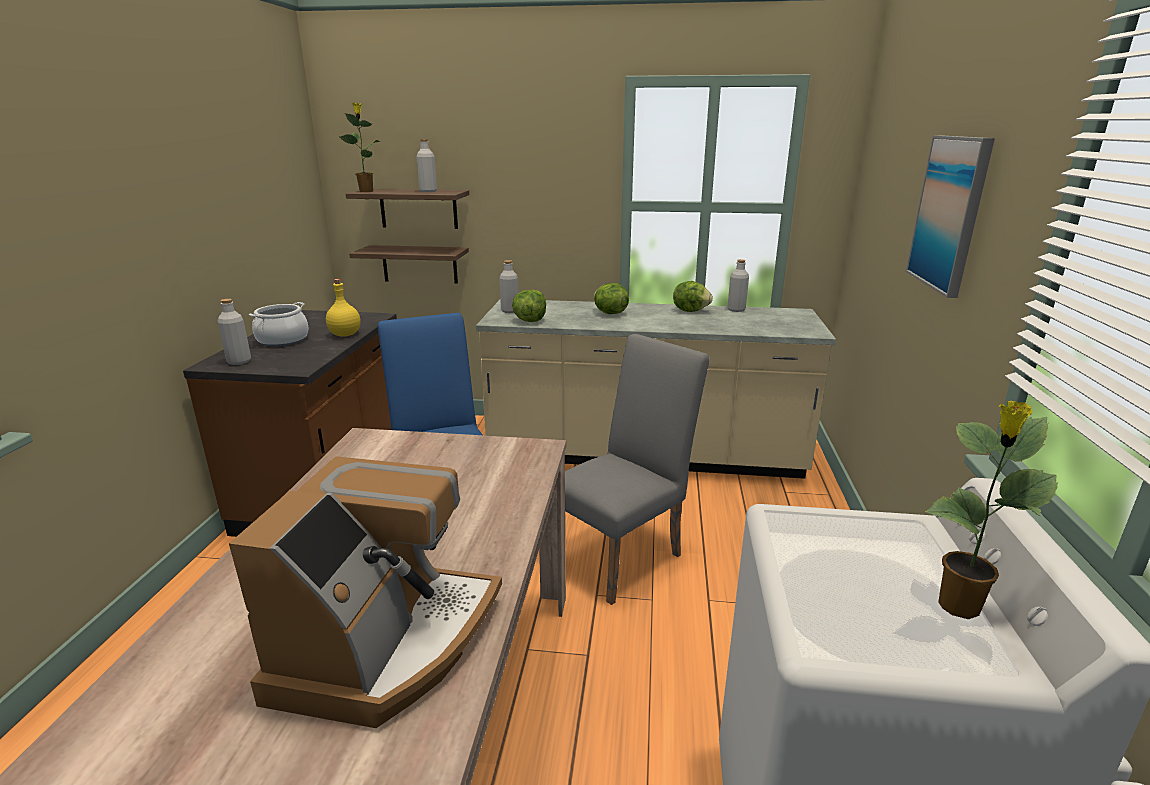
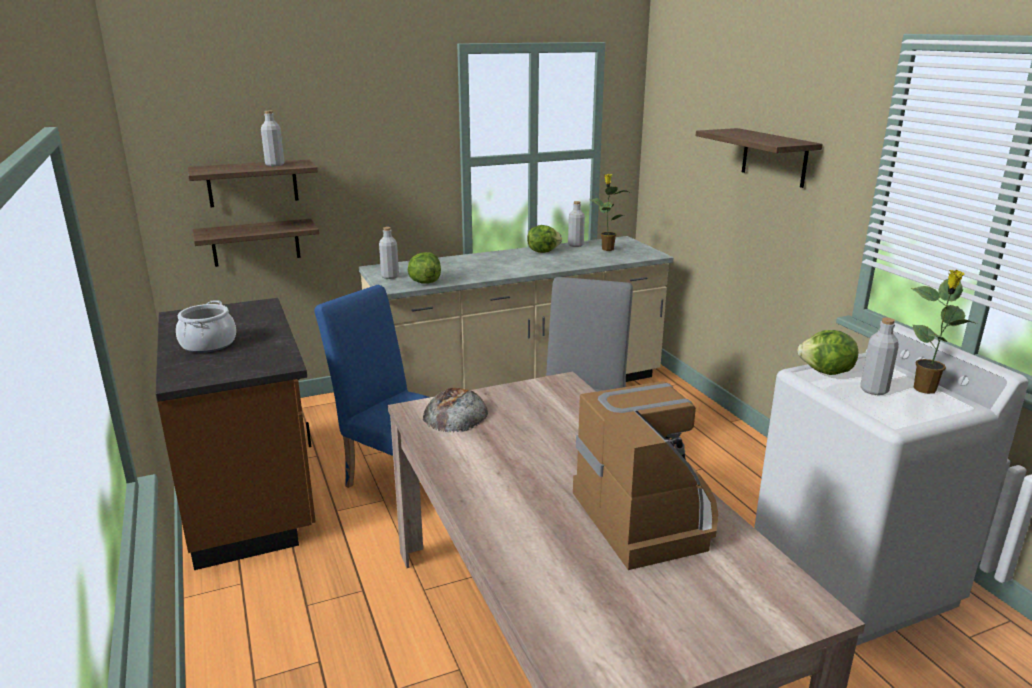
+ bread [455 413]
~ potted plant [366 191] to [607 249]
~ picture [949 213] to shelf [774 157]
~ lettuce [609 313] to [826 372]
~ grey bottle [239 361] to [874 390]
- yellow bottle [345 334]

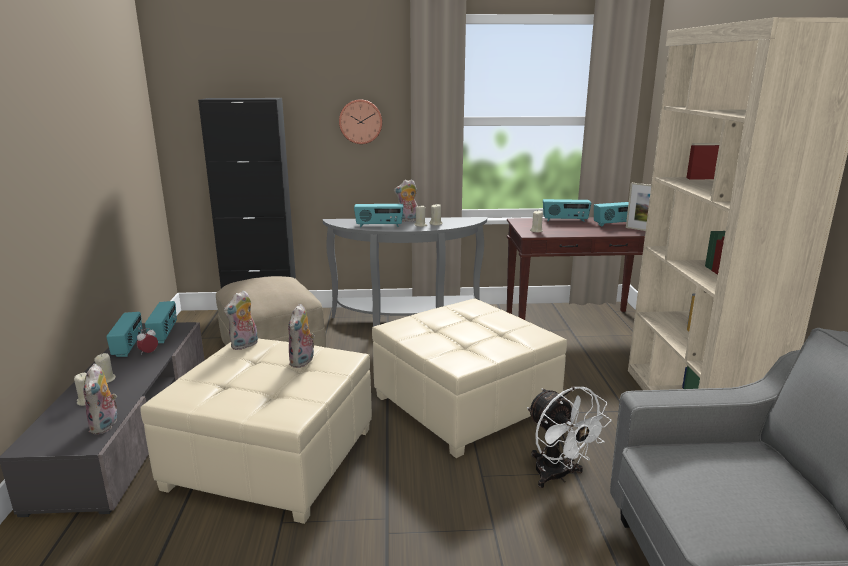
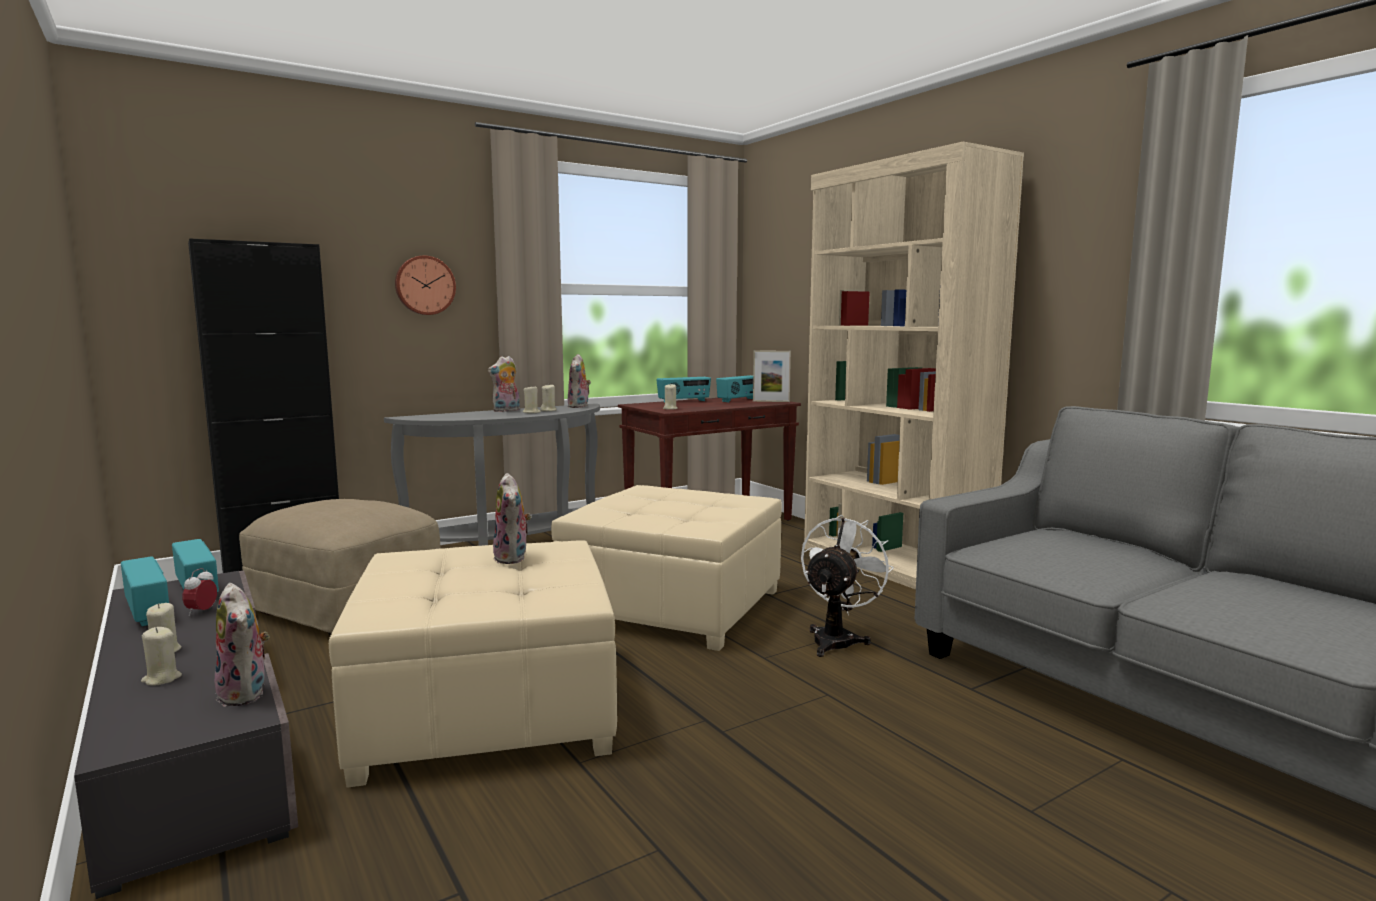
~ plush toy [245 345] to [579 406]
~ white fan [558 476] = [837 639] 90 degrees counterclockwise
- radio [379 226]

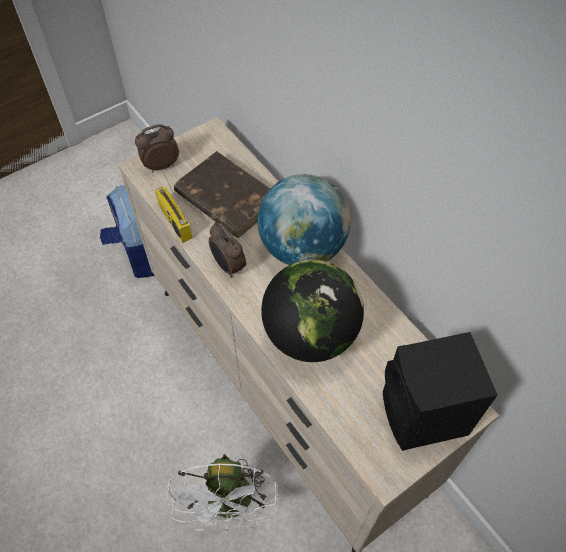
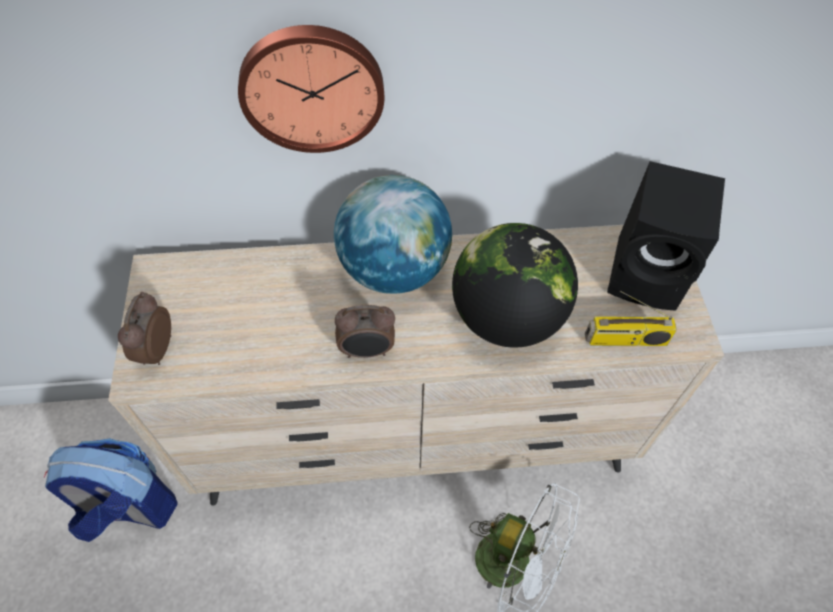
+ wall clock [312 87]
~ radio [173 220] to [625 340]
- brown book [225 198]

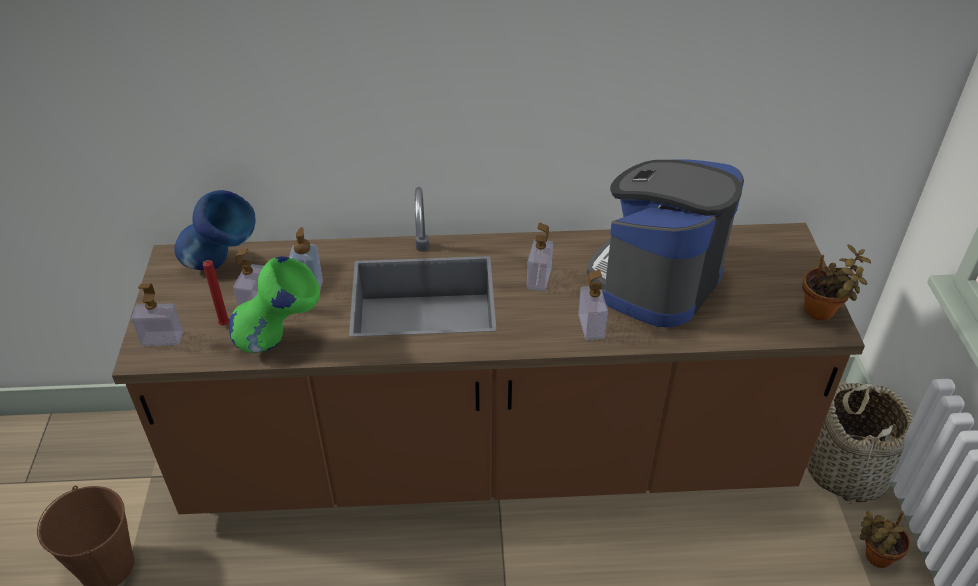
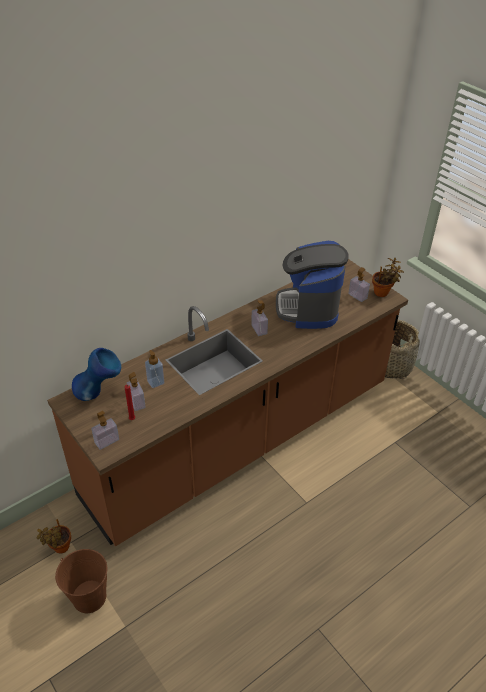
~ potted plant [875 557] to [60 548]
~ soap dispenser [591 326] to [357 296]
- green vase [282 340]

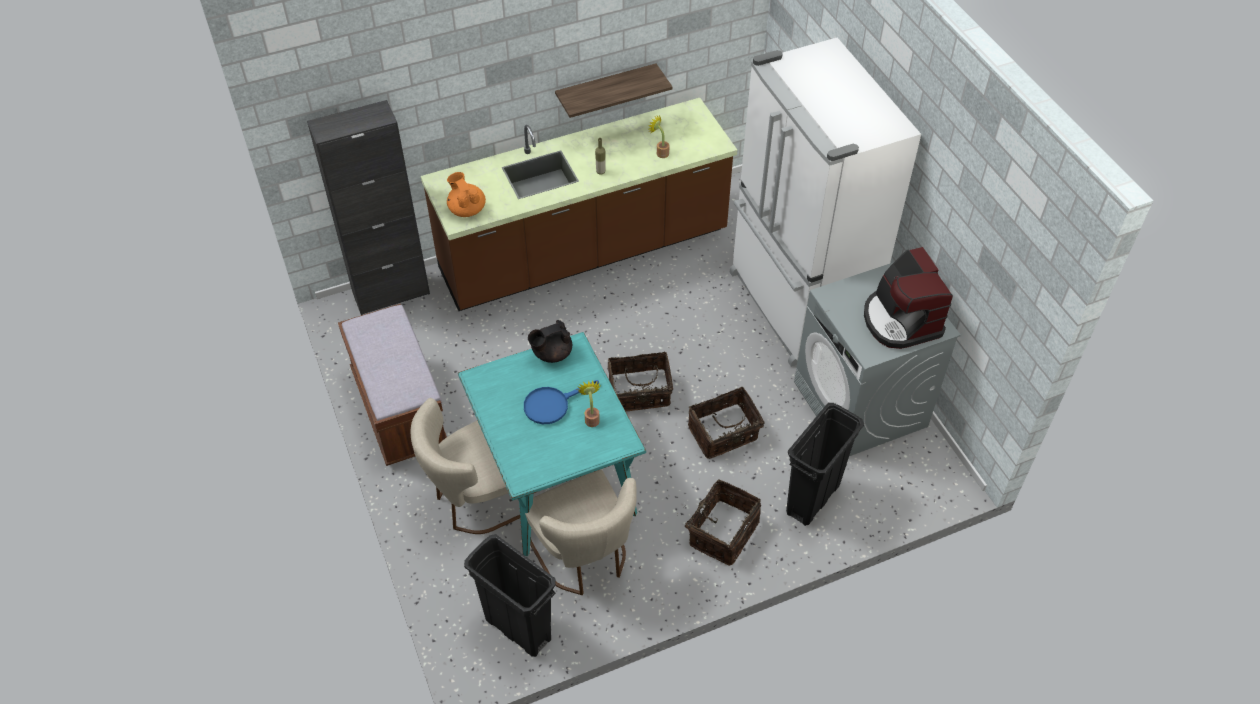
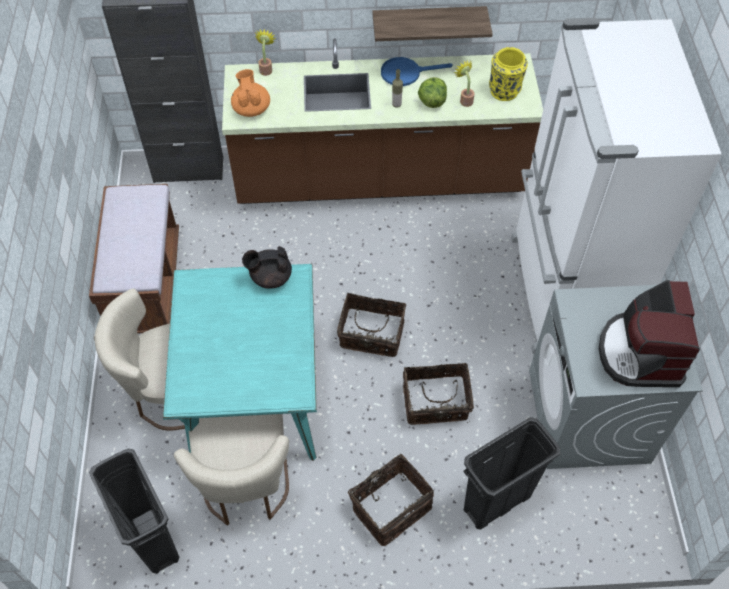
~ potted plant [591 418] to [266 69]
~ blue frying pan [552 404] to [406 73]
+ lettuce [432 101]
+ yellow vase [504 91]

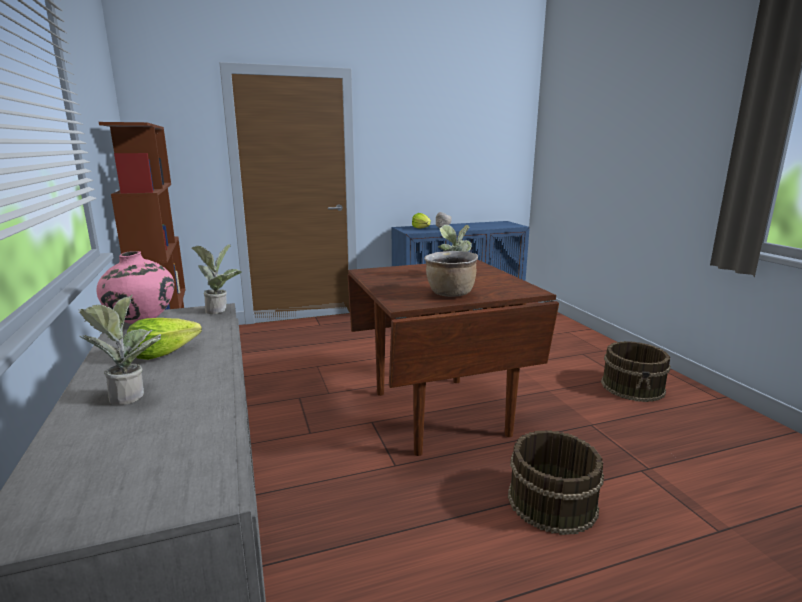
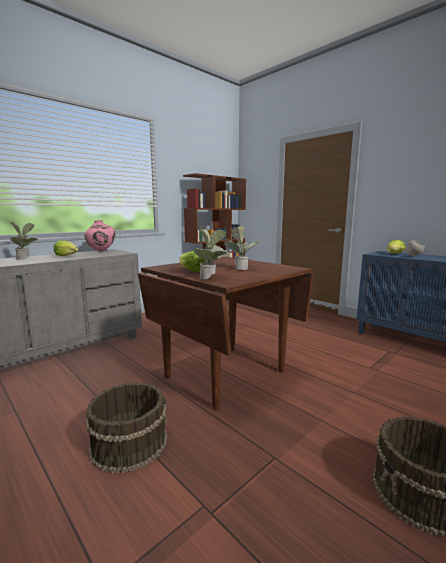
~ brown cooking pot [450 294] to lettuce [191 271]
~ potted plant [221 309] to [211 278]

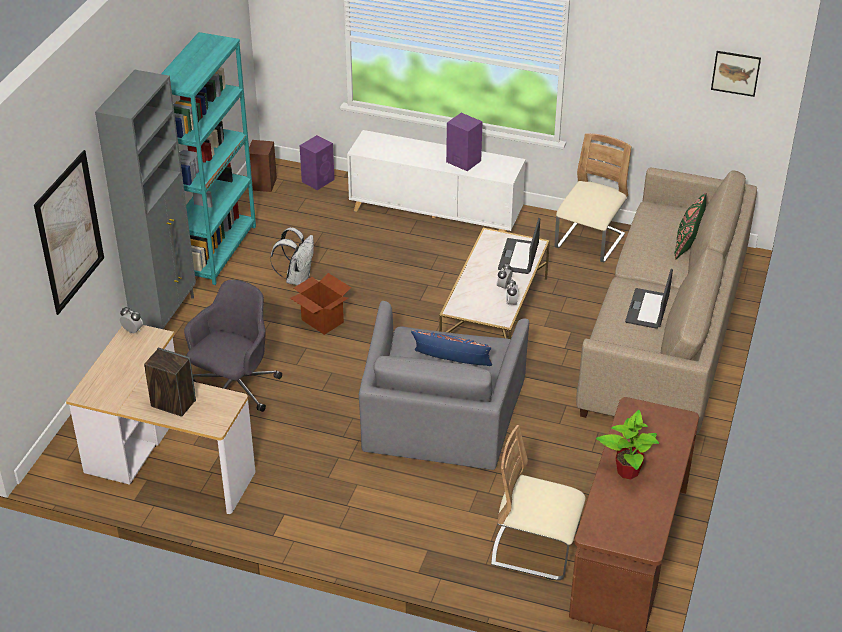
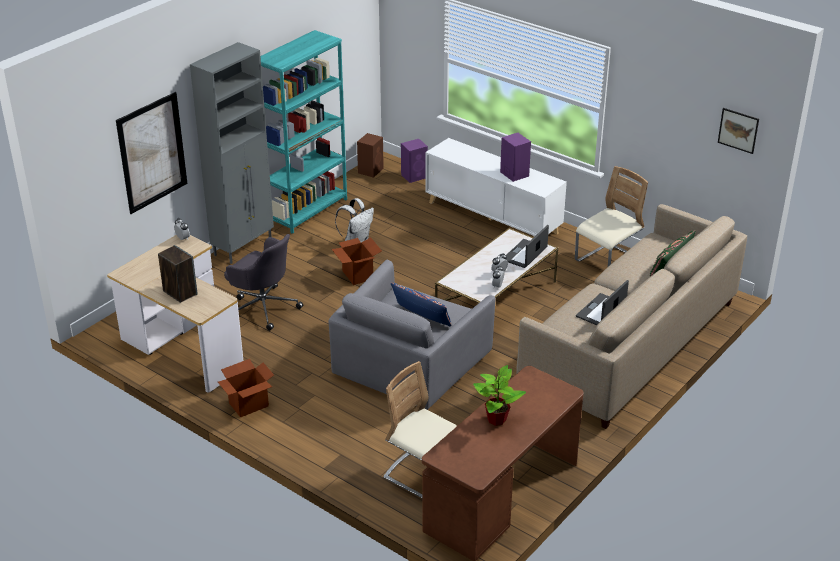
+ cardboard box [248 405]
~ grey office chair [234 388] = [263 307] 75 degrees clockwise

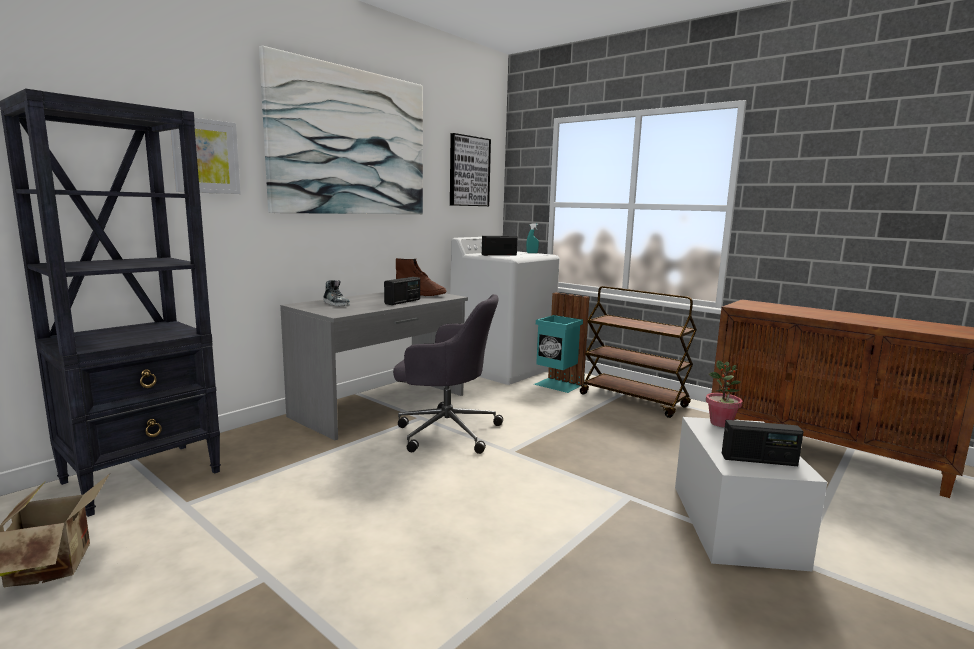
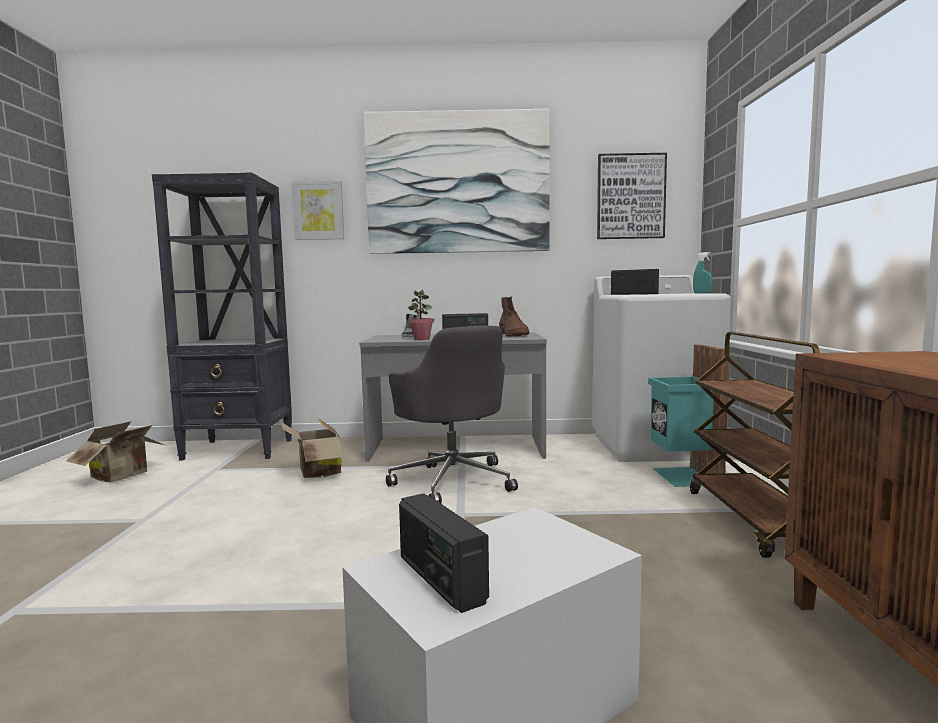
+ cardboard box [316 473]
~ potted plant [721 423] to [421 339]

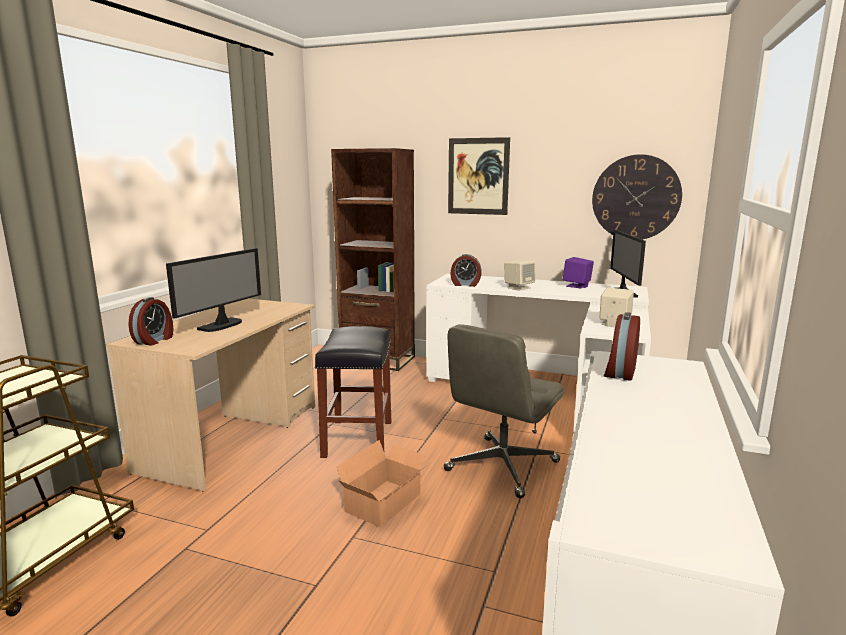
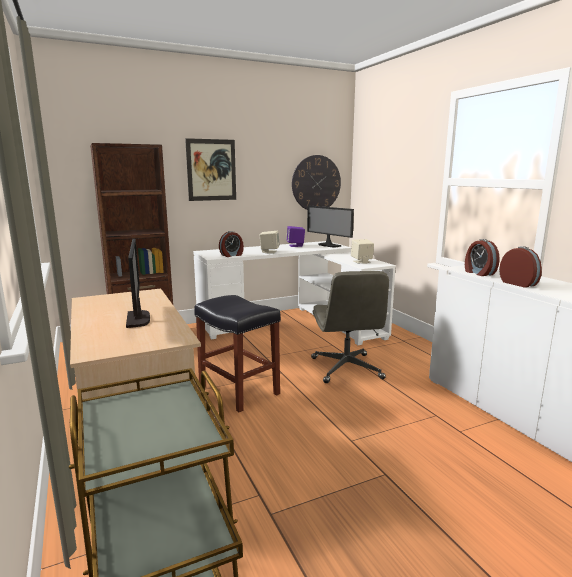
~ alarm clock [155 340] to [519 283]
- cardboard box [387 503]

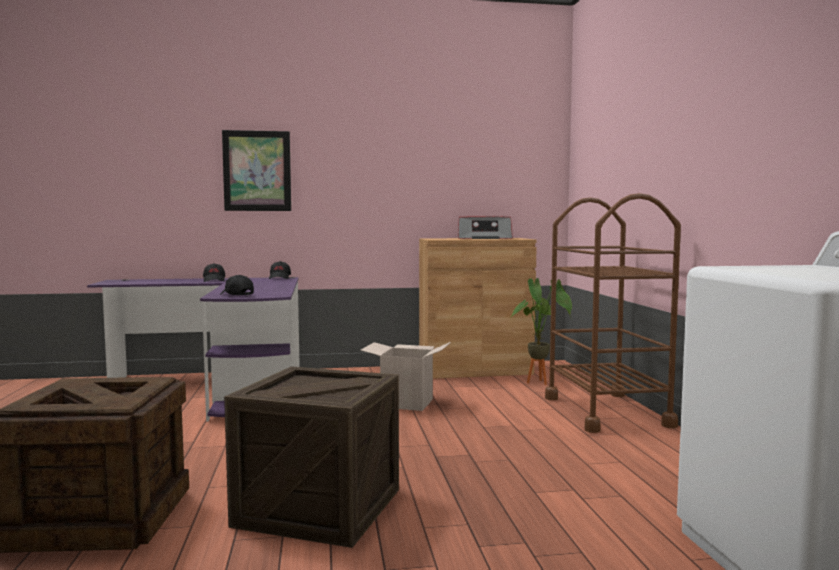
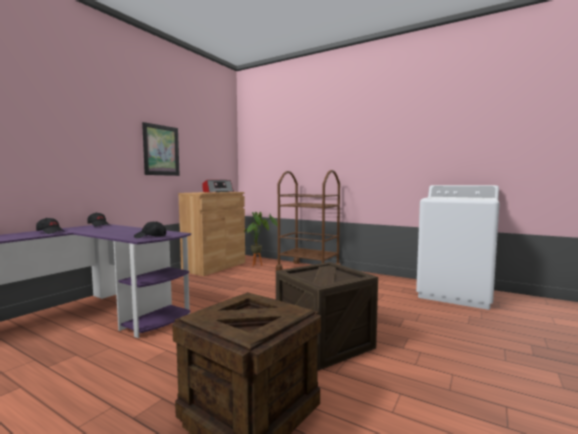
~ picture [257 171] to [161 150]
- cardboard box [407 403]

